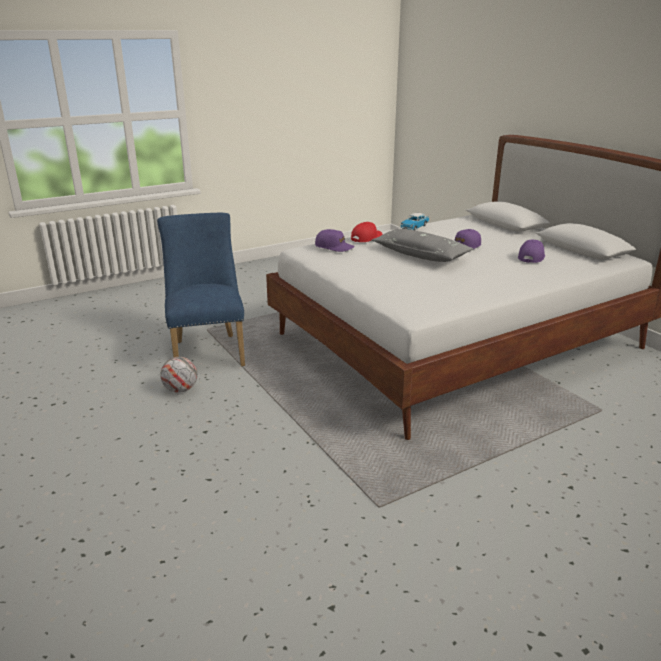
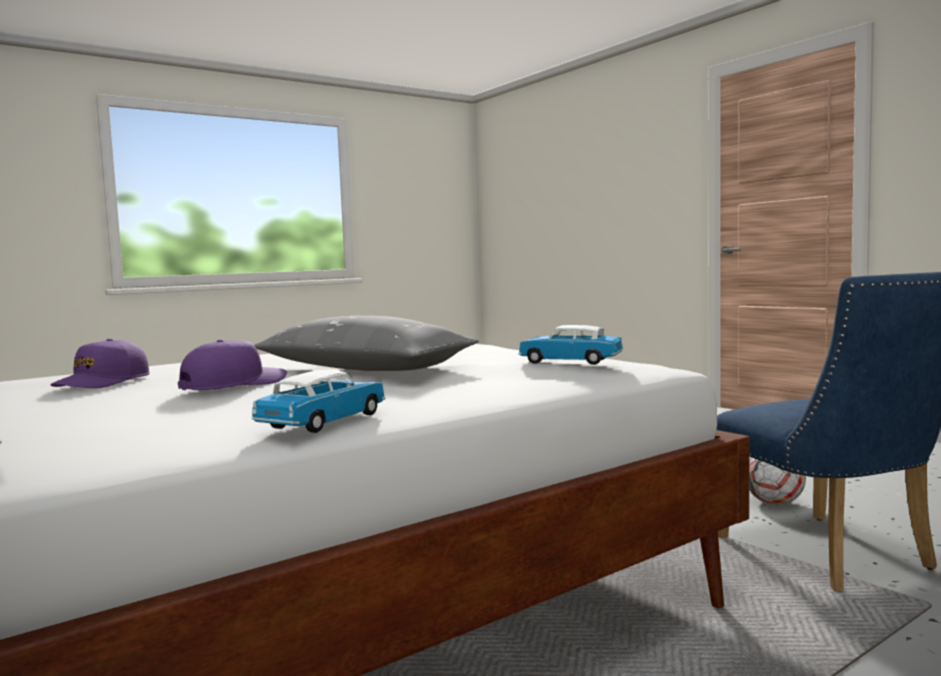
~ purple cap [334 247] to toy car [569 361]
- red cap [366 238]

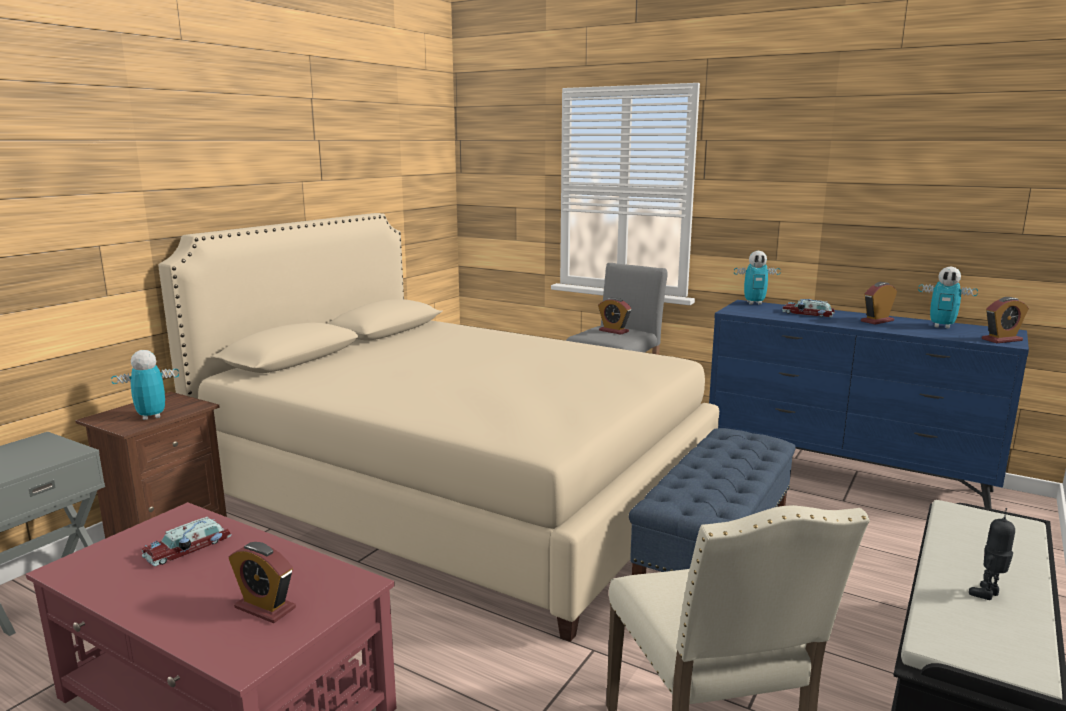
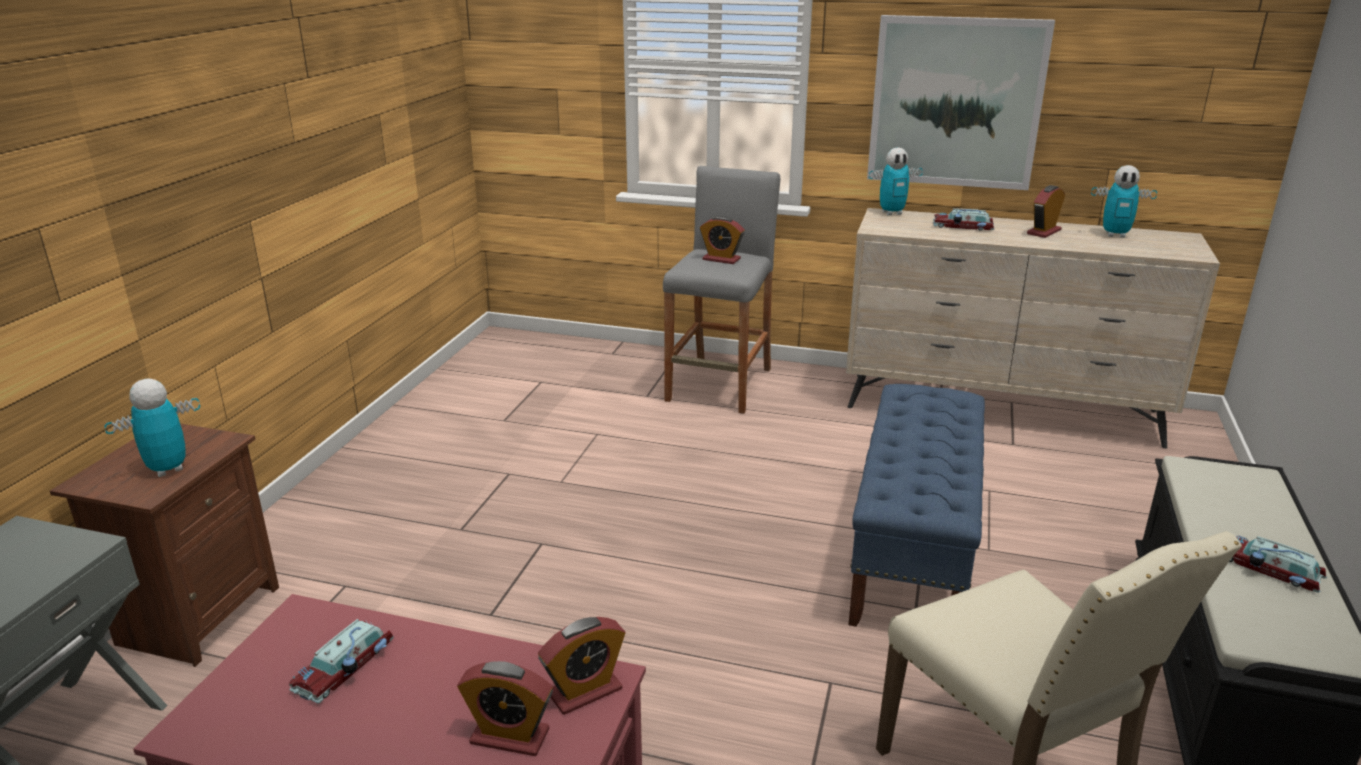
~ alarm clock [1001 340] to [585 691]
~ blue dresser [845 475] to beige dresser [1002 410]
+ picture [956 103]
~ toy robot [988 594] to toy car [1269 570]
- beige bed [458 493]

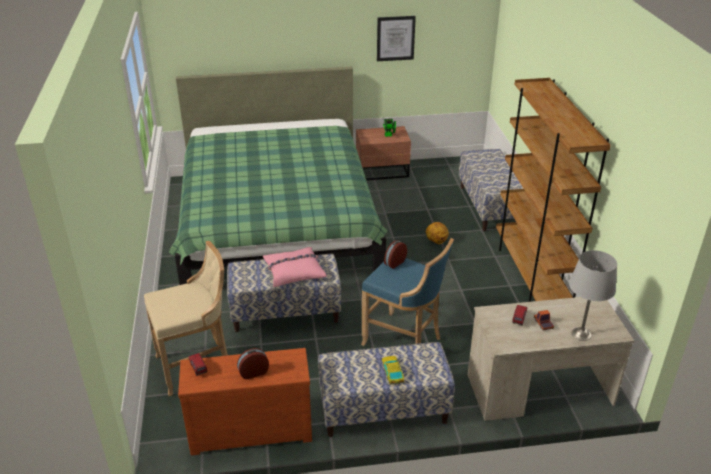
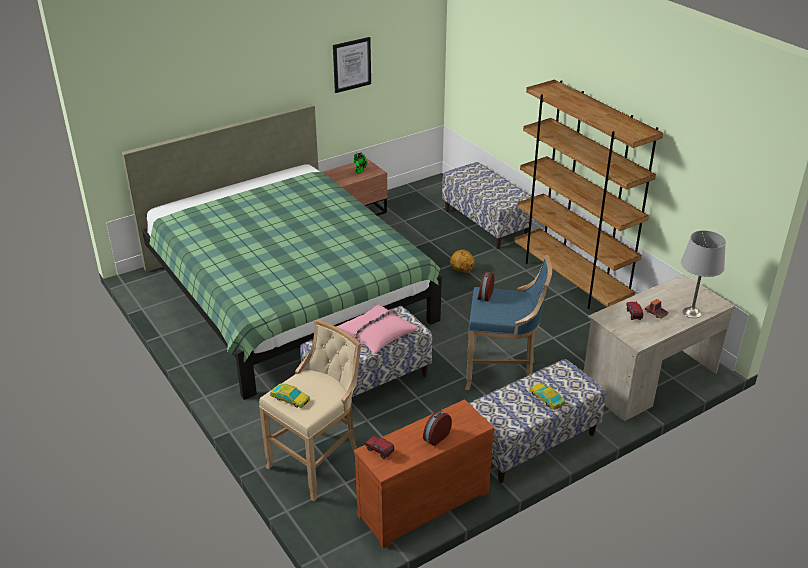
+ toy car [290 399]

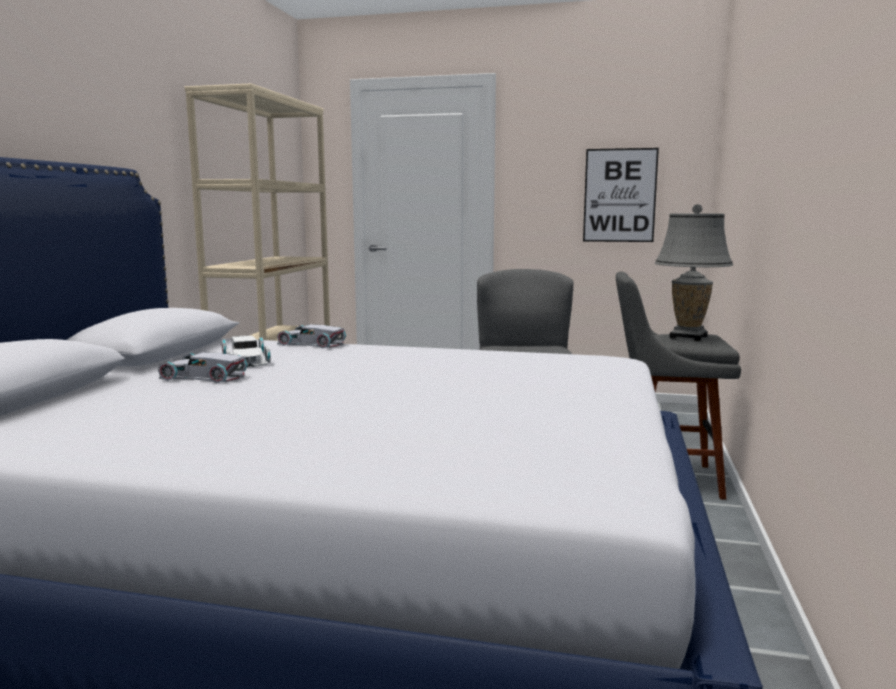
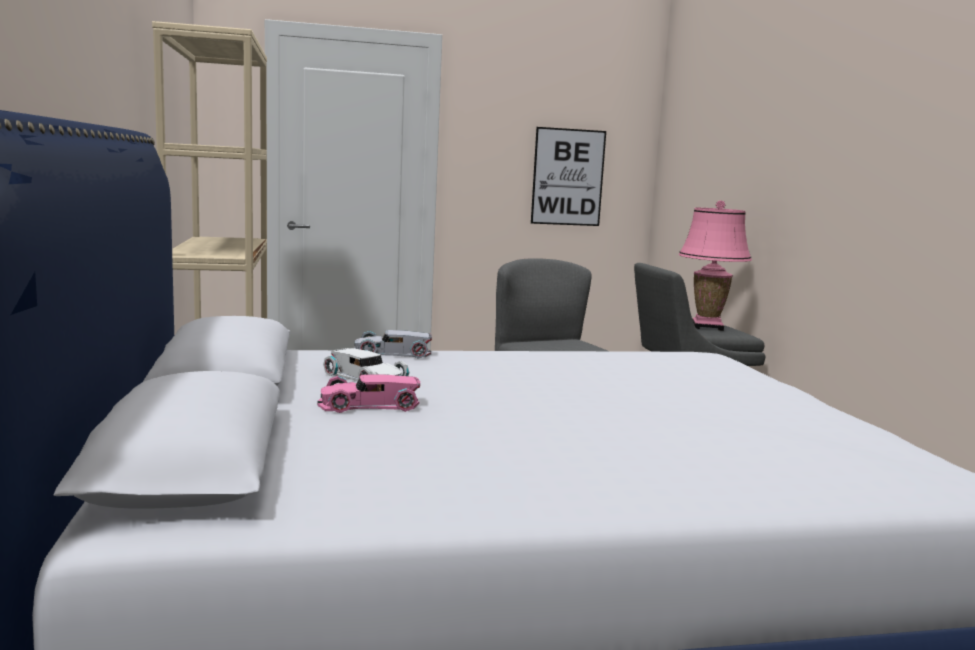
~ white toy car [203 376] to pink toy car [368 403]
~ grey table lamp [688 337] to pink table lamp [707 327]

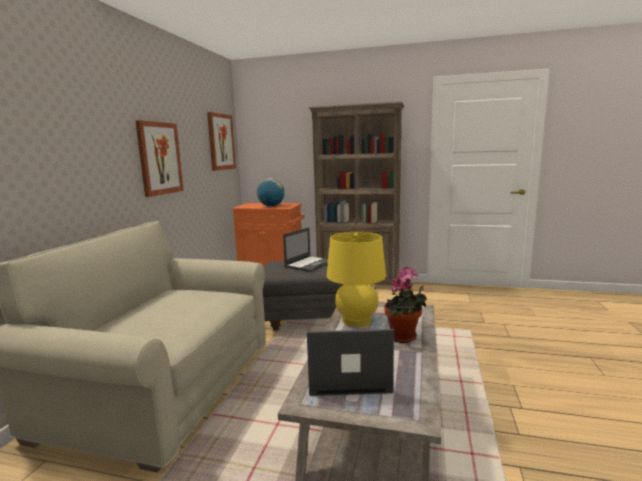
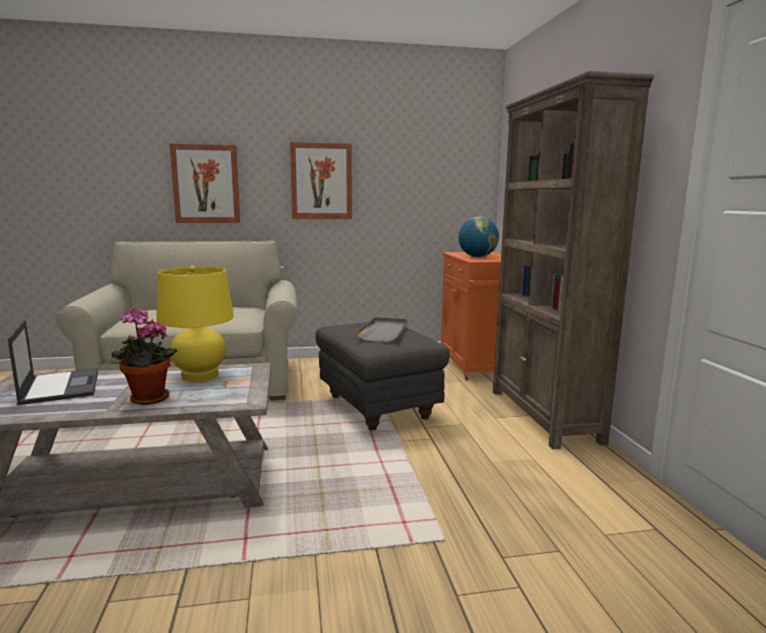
~ picture [221 142] to [206 184]
~ laptop [309 264] to grey tray [384 332]

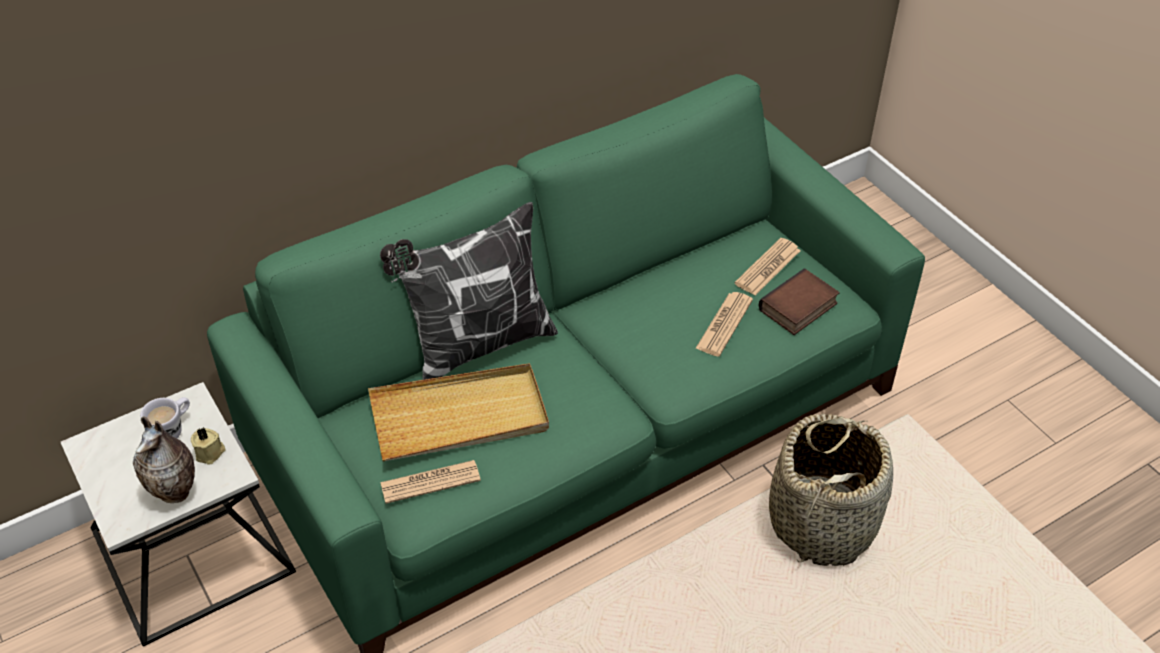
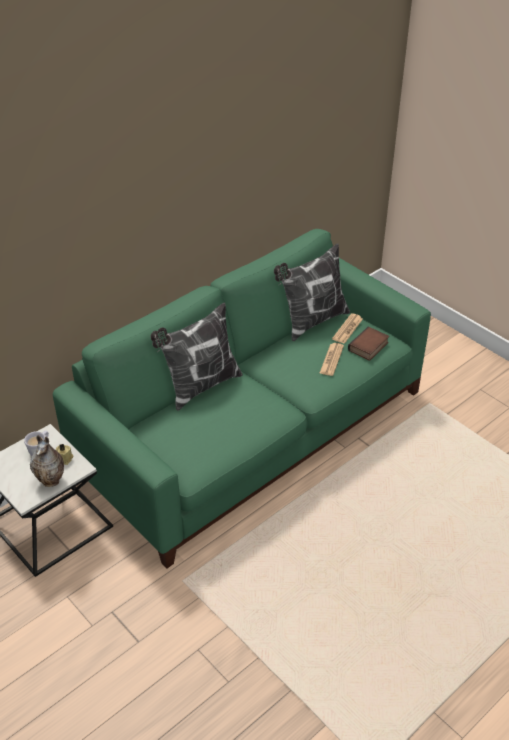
+ pillow [311 321]
- beige tray [459 417]
- newspaper [430 482]
- basket [823 522]

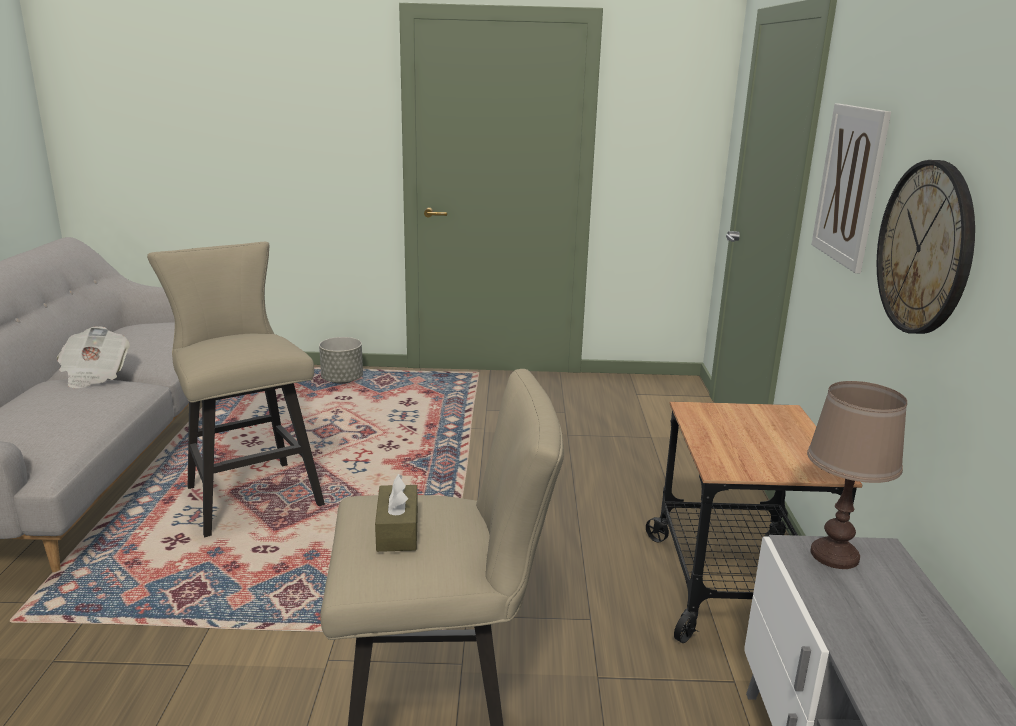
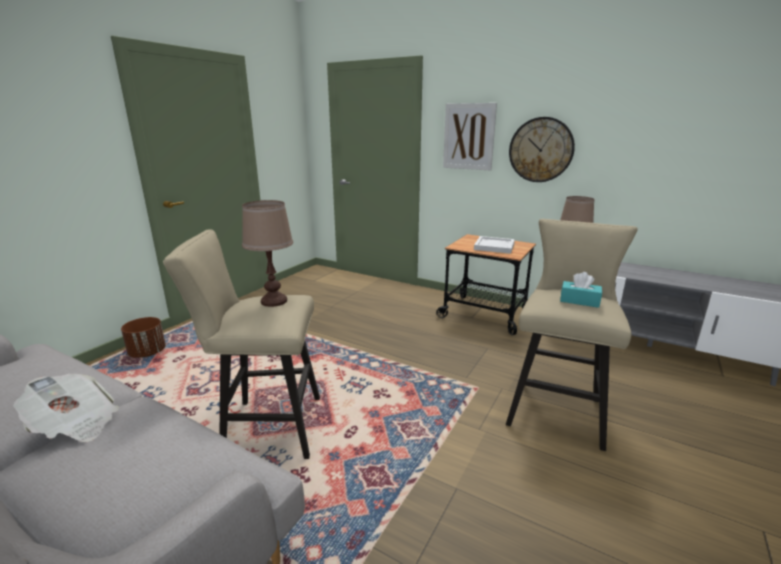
~ grey planter [342 380] to brown planter [148 353]
+ brown table lamp [274 301]
+ white tray [495 247]
~ brown tissue box [397 530] to turquoise tissue box [579 301]

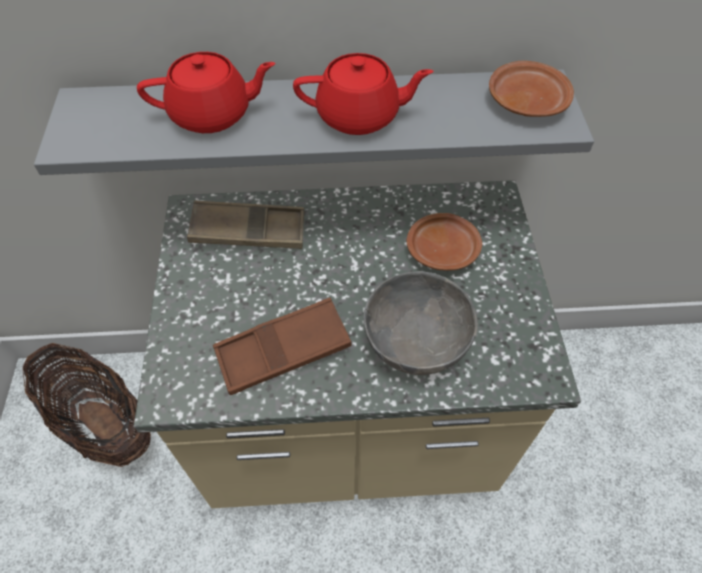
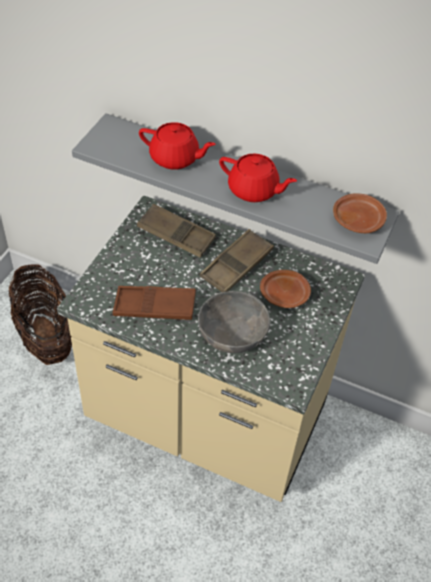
+ brown tray [236 265]

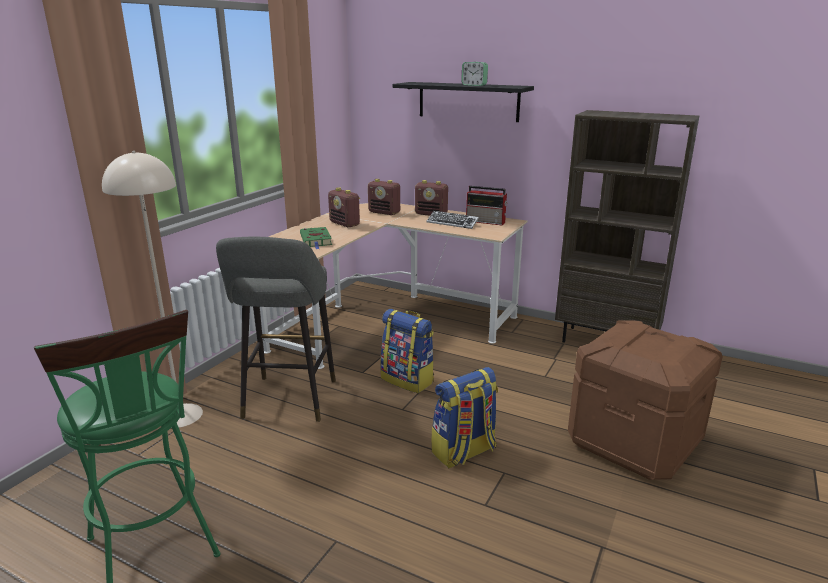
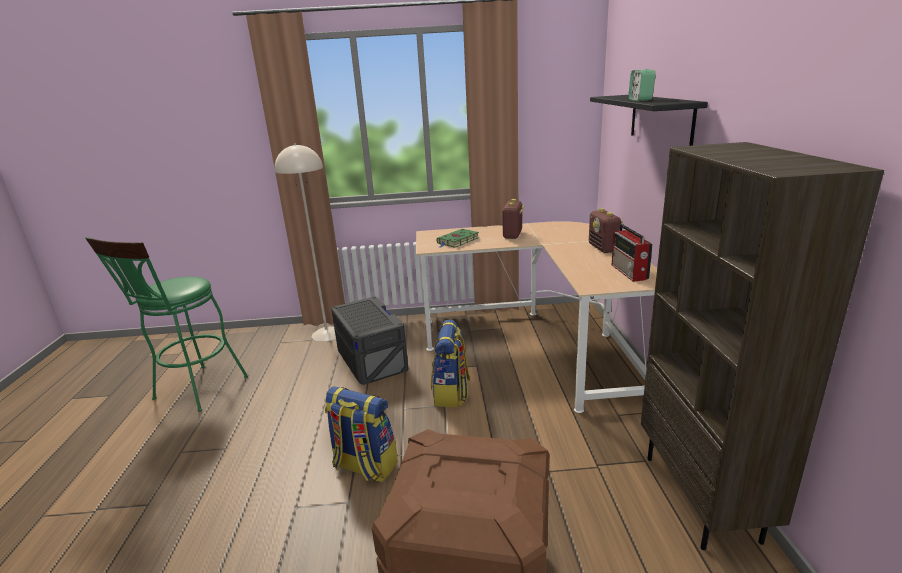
~ grey stool [288 402] to grey storage box [371 359]
- radio [384 212]
- keyboard [452 223]

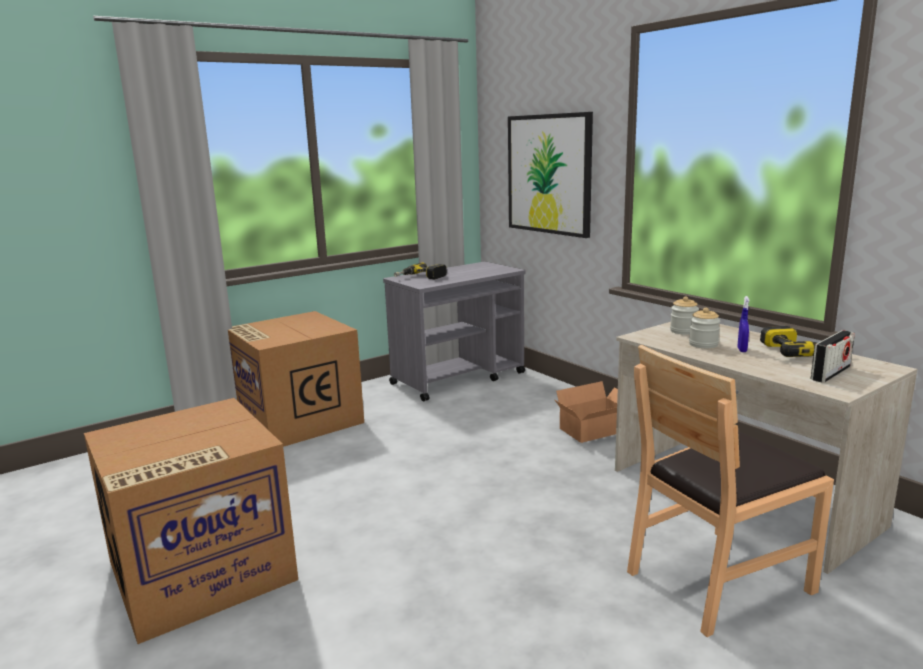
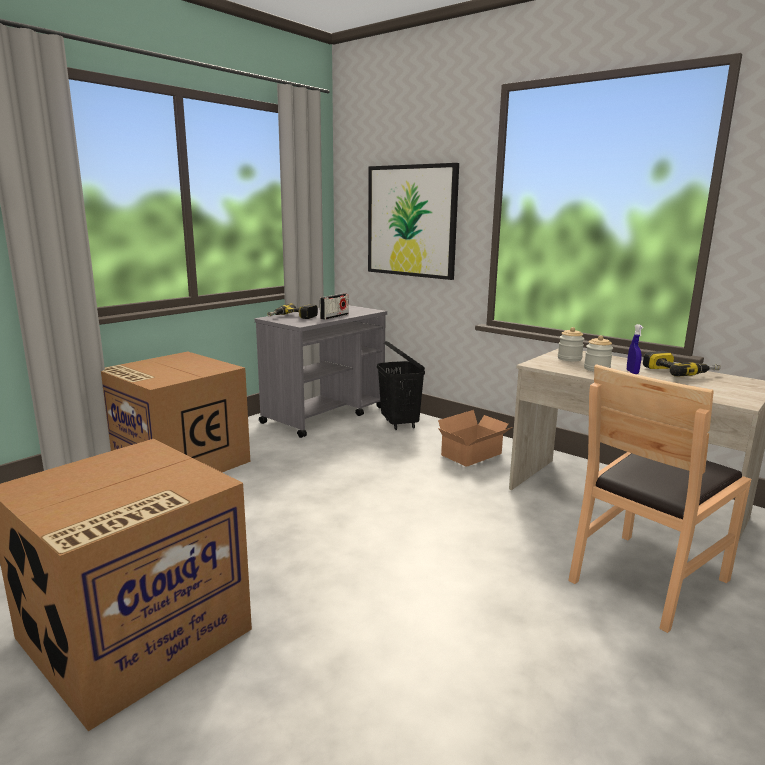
~ radio [830 373] to [334 316]
+ black laundry basket [399 424]

